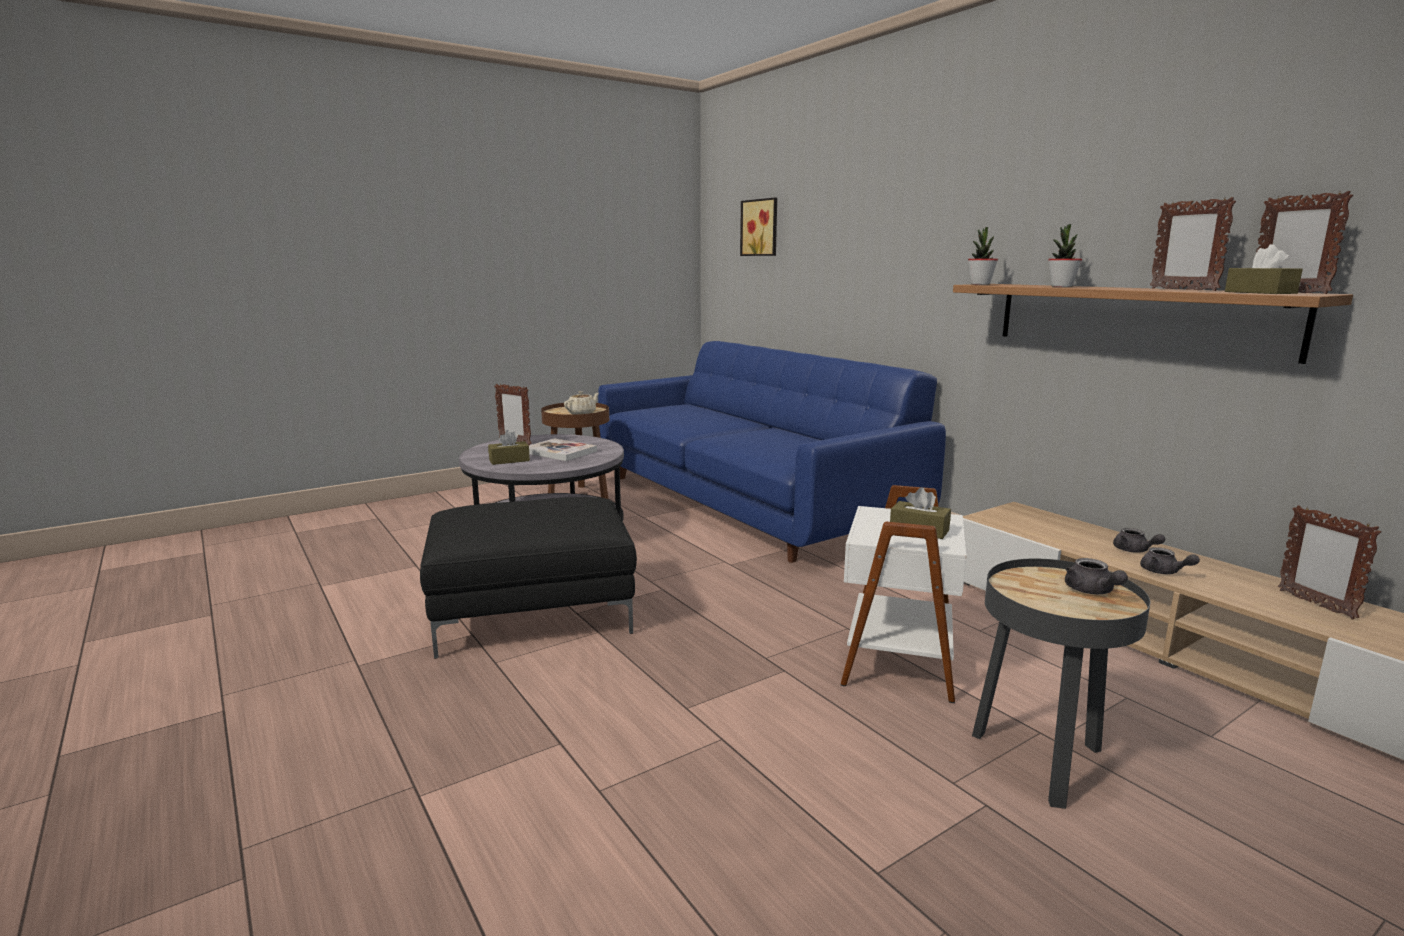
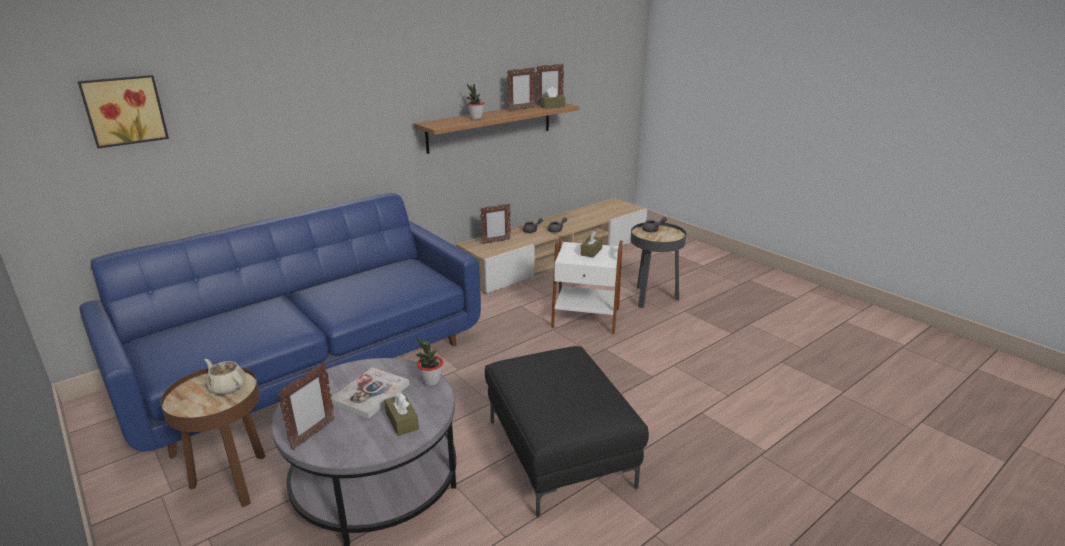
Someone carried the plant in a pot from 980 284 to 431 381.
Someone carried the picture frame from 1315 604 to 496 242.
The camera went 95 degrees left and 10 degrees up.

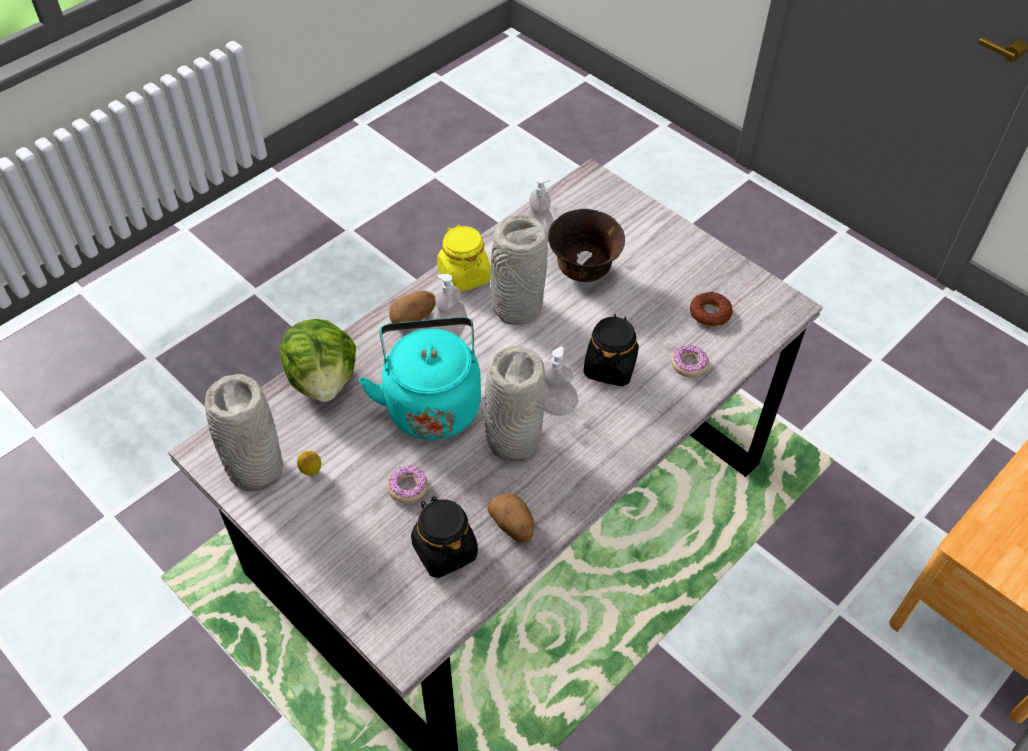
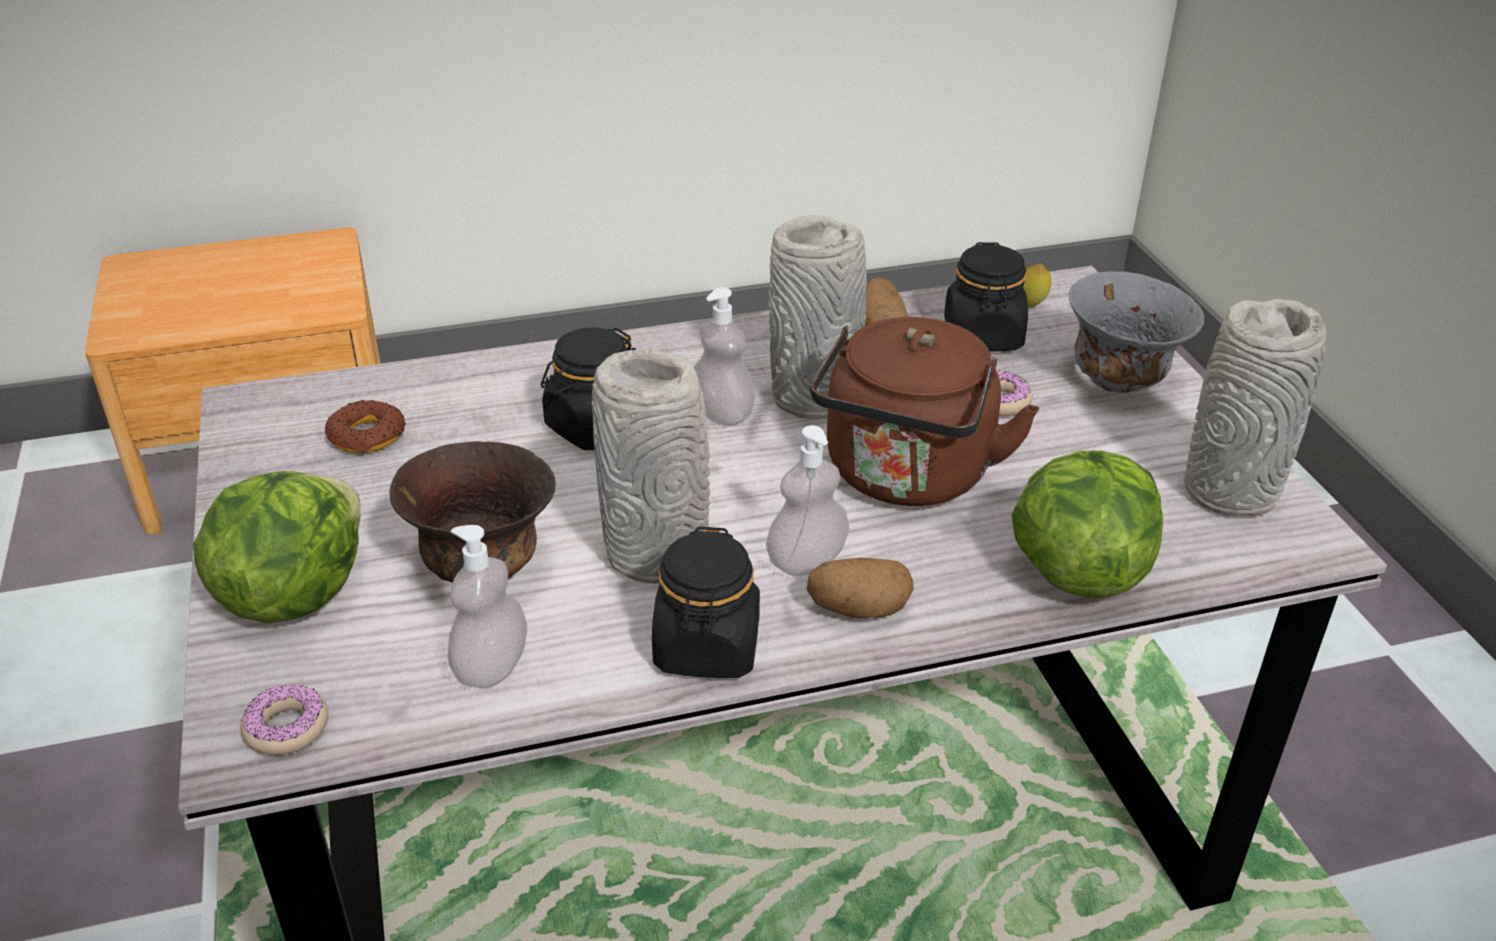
Someone put down the lettuce at 292 593.
Someone put down the grey deep dish at 1120 380.
Someone carried the citrus fruit from 311 472 to 1031 305.
Someone carried the doughnut from 689 364 to 287 728.
Someone repainted the turquoise water kettle at 431 403, which became the brown water kettle at 906 477.
Someone repainted the yellowish jar at 463 275, which became the black-coloured jar at 707 648.
The camera went 150 degrees left and 15 degrees down.

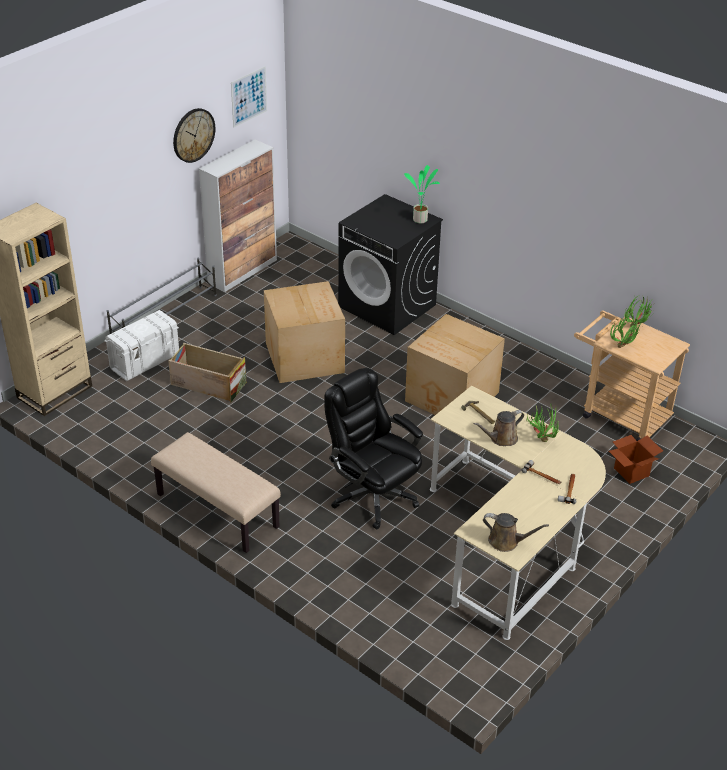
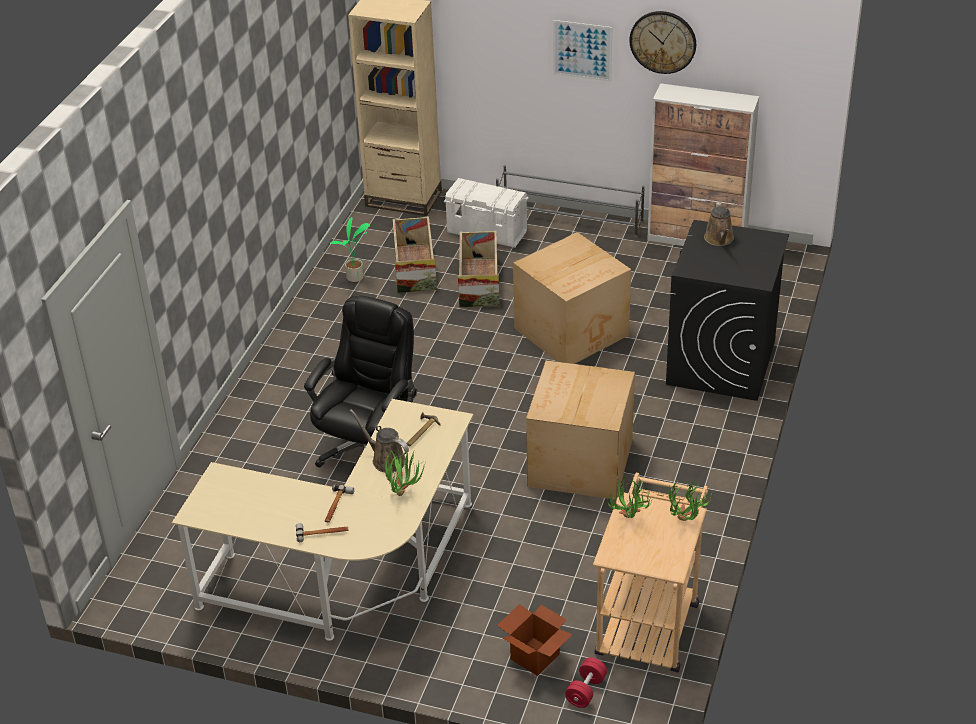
Someone took away the beige-coloured bench at 216 511.
Someone put down the crate at 414 268.
Someone put down the red-coloured free weight at 586 690.
Someone carried the picture from 249 96 to 582 50.
Someone carried the plant in a pot from 421 220 to 355 278.
Someone carried the brown watering pot from 506 541 to 719 239.
The camera went 70 degrees right and 0 degrees up.

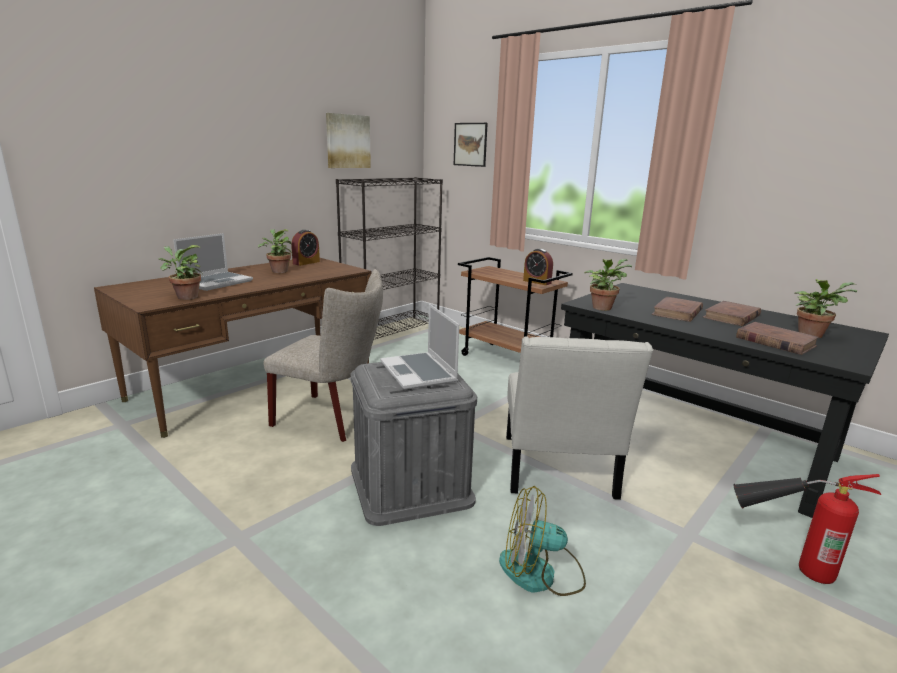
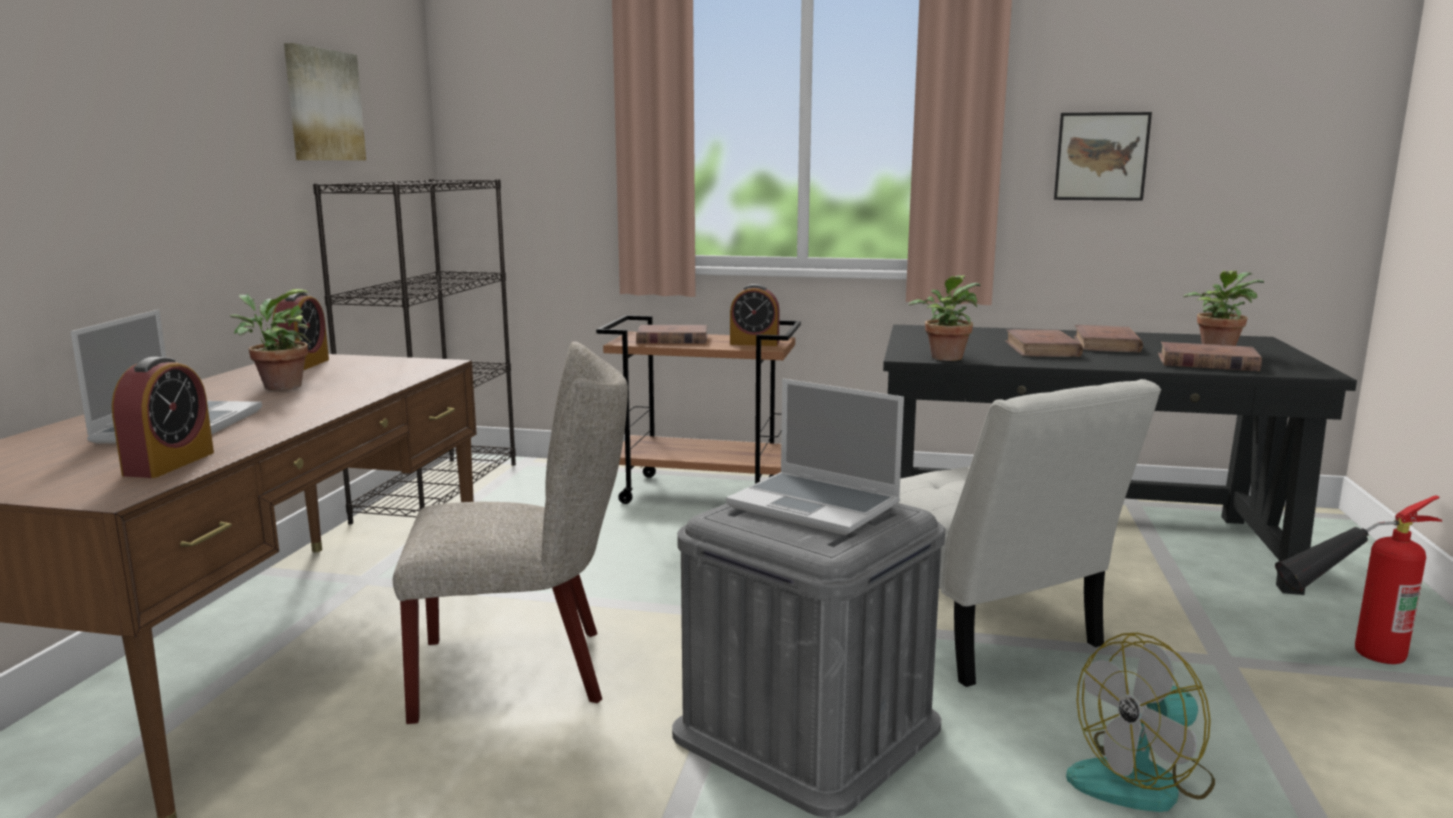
Someone put down the brown book at 672 339.
Someone carried the picture from 470 144 to 1101 156.
Someone swapped the plant in a pot at 185 297 for the bedside clock at 169 463.
The camera went 30 degrees left and 5 degrees down.

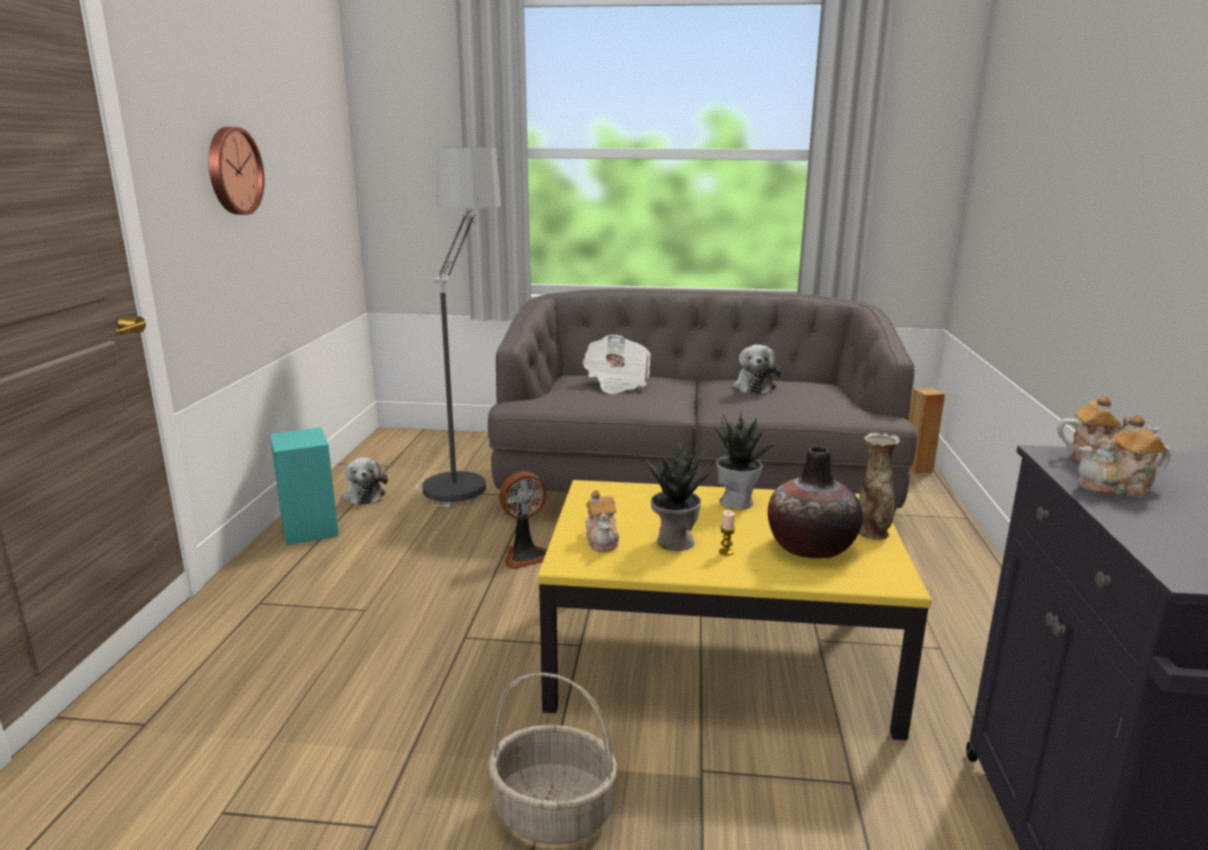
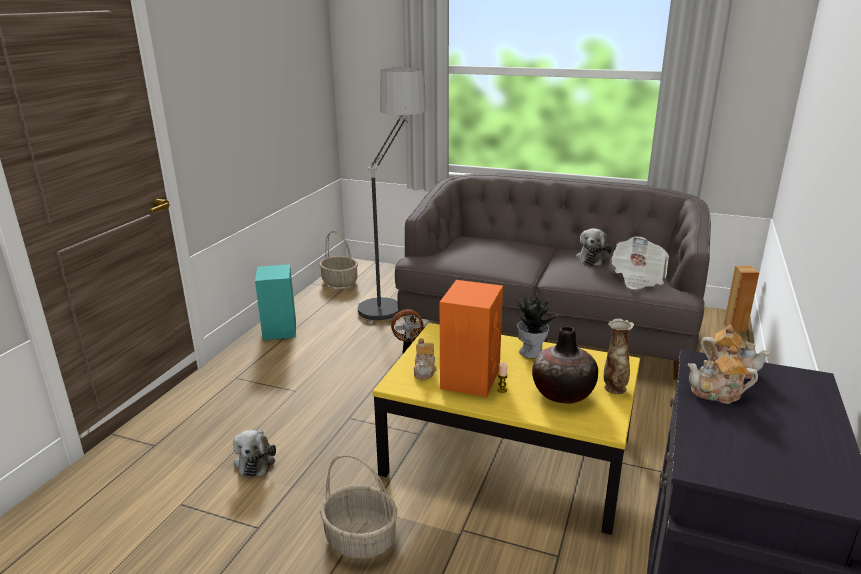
Someone took away the wall clock at 232 171.
Someone put down the storage basket at 340 282.
Someone carried the soft toy from 364 495 to 255 460.
Someone carried the printed paper from 616 383 to 637 278.
Someone swapped the plant in a pot at 673 542 for the orangey loudspeaker at 471 378.
The camera went 15 degrees right and 5 degrees up.

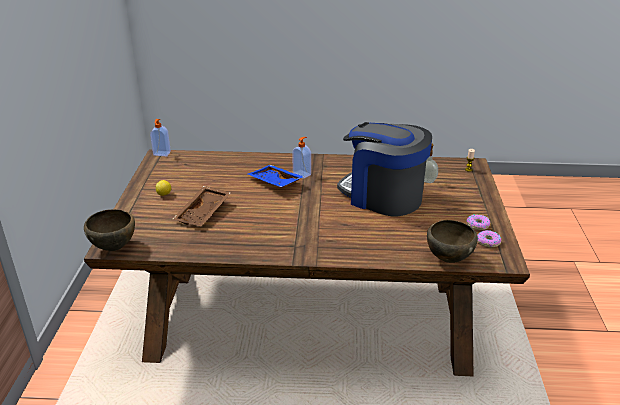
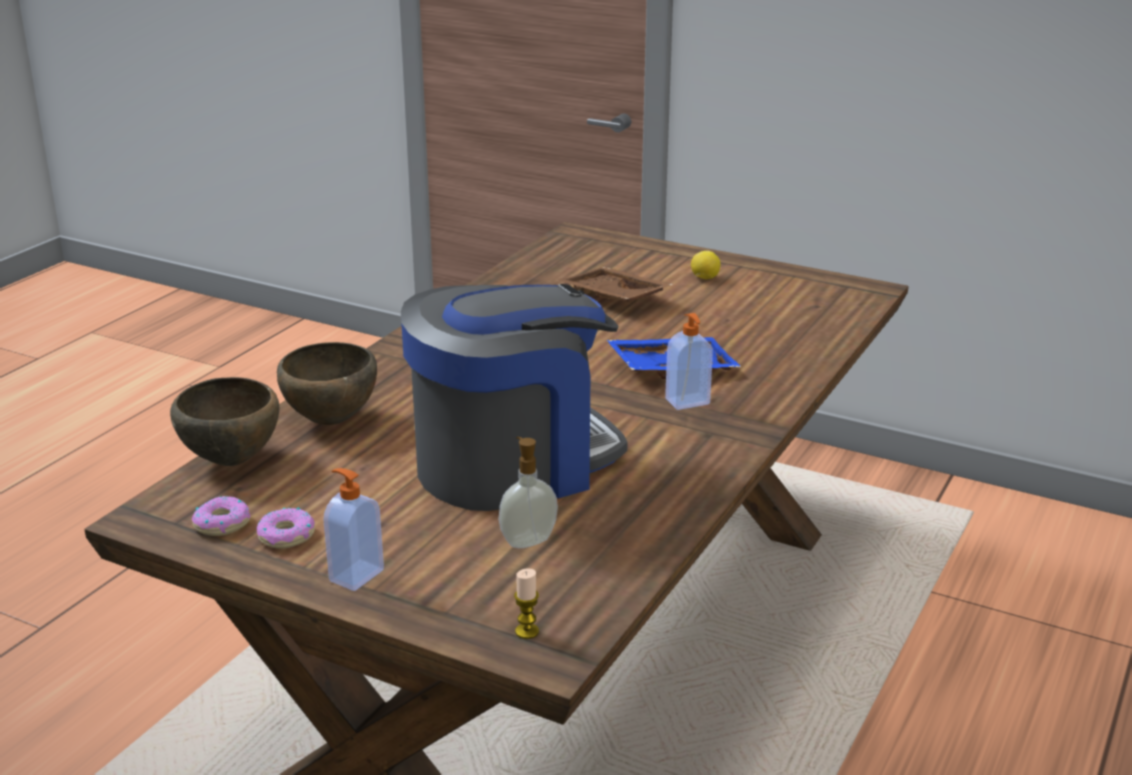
Someone carried the brown deep dish from 114 247 to 331 421.
Someone carried the liquid soap bottle from 161 154 to 355 575.
The camera went 115 degrees right and 5 degrees down.

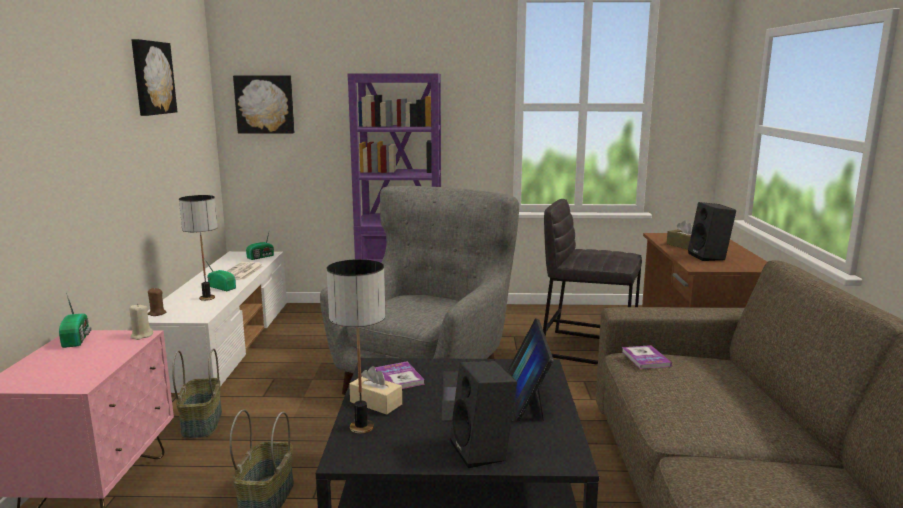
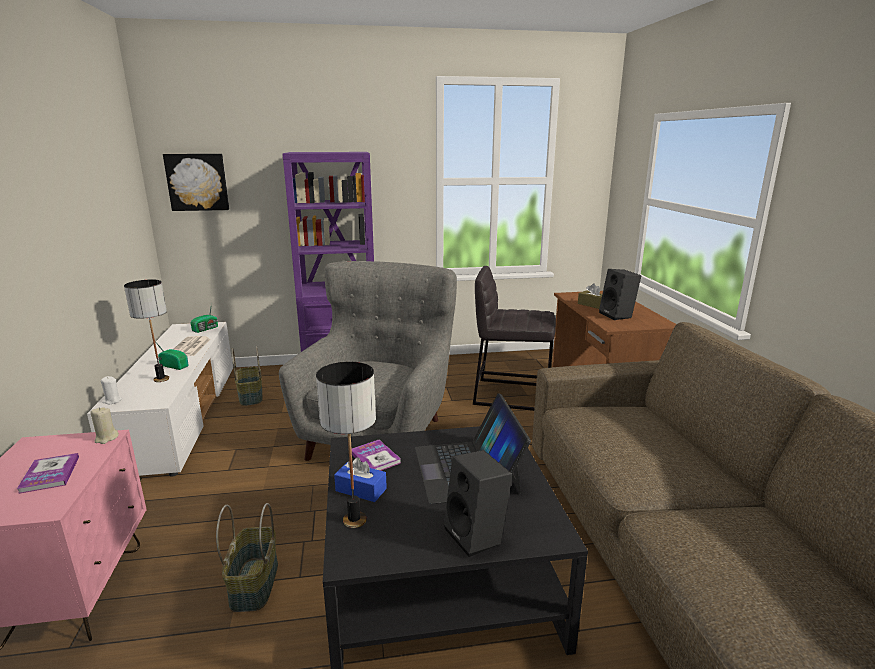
Someone took away the radio receiver at 77 339.
Someone took away the picture at 152 78.
Someone carried the storage basket from 201 423 to 250 396.
Someone carried the book from 645 358 to 50 474.
Someone repainted the brown wax light at 157 313, which became the white-coloured wax light at 112 401.
Someone repainted the beige-coloured tissue box at 376 403, which became the bluish tissue box at 361 490.
The camera went 10 degrees left and 5 degrees up.

